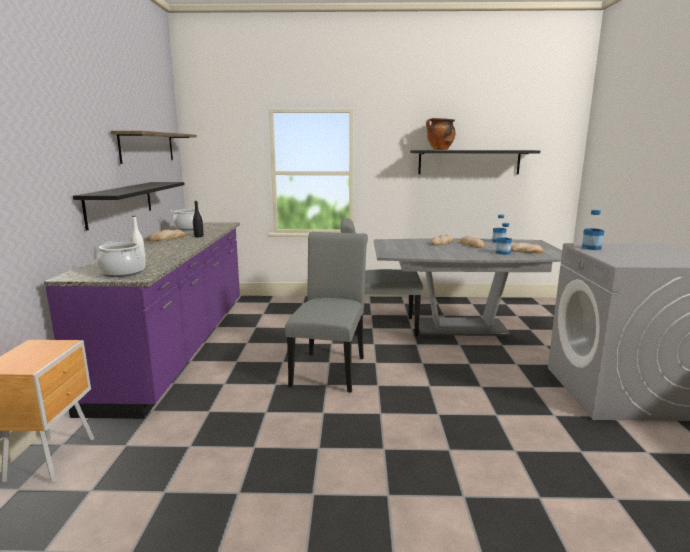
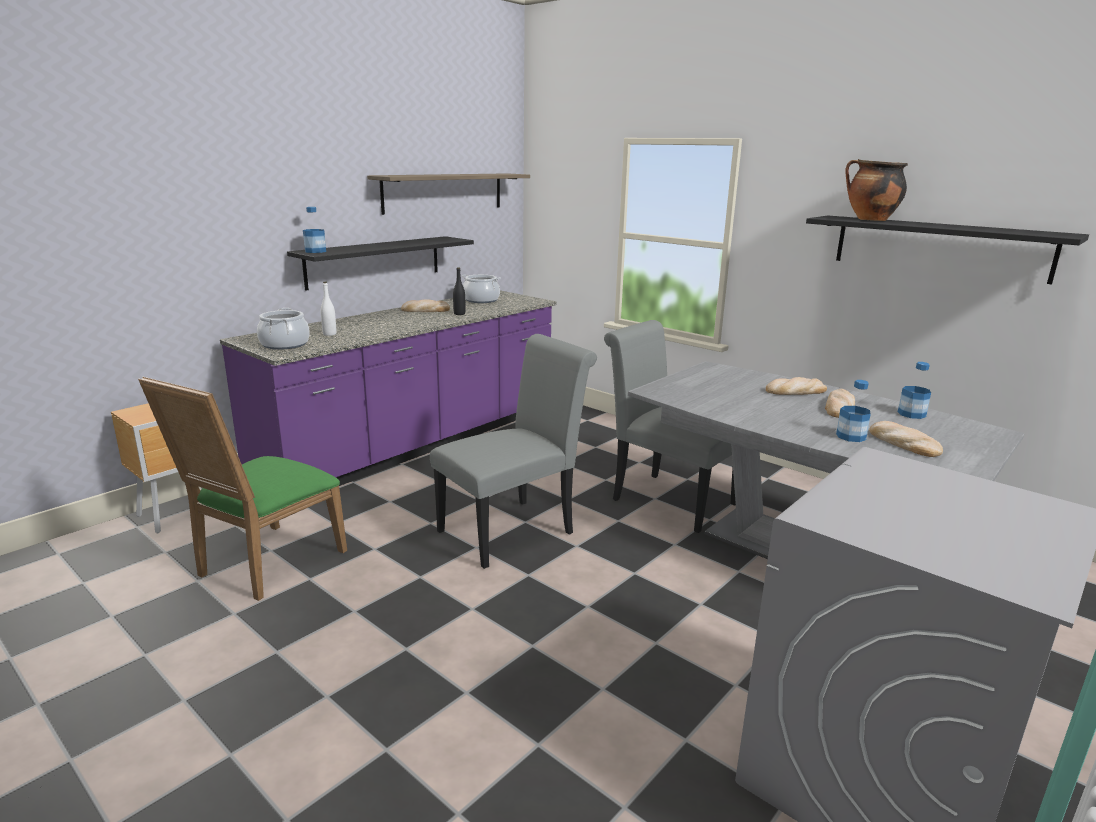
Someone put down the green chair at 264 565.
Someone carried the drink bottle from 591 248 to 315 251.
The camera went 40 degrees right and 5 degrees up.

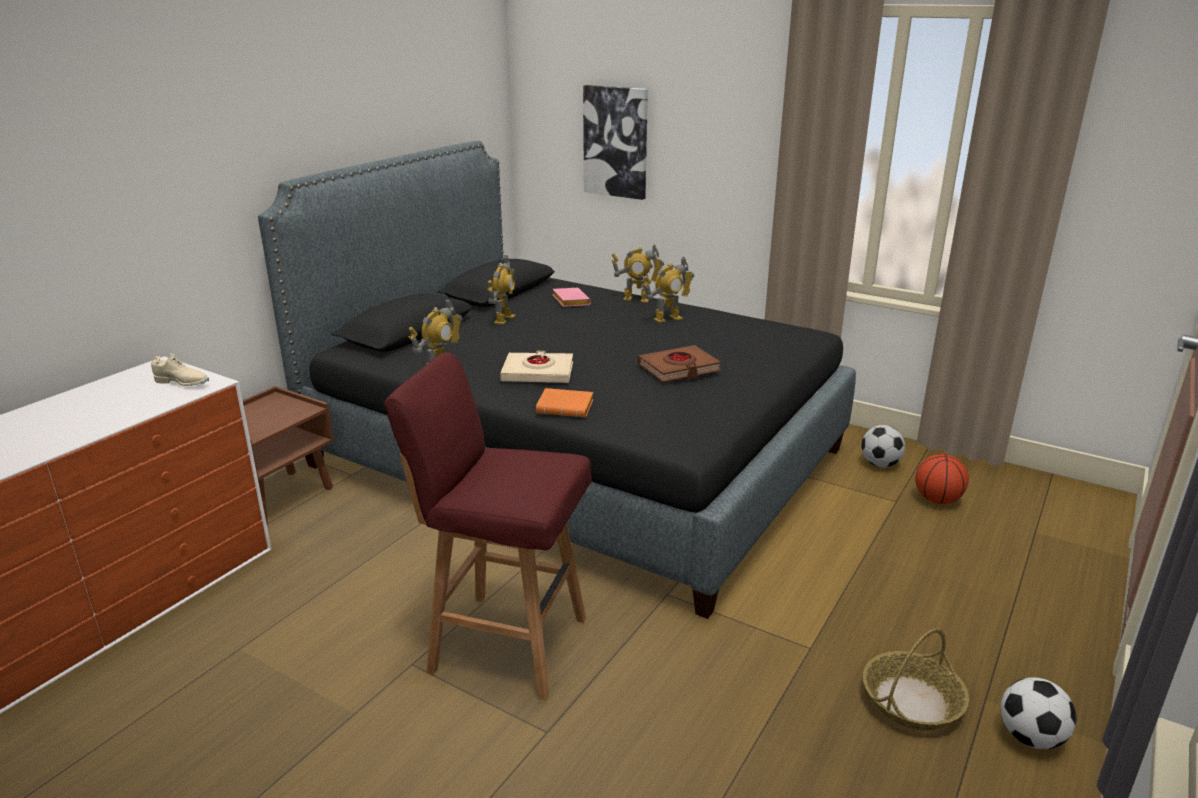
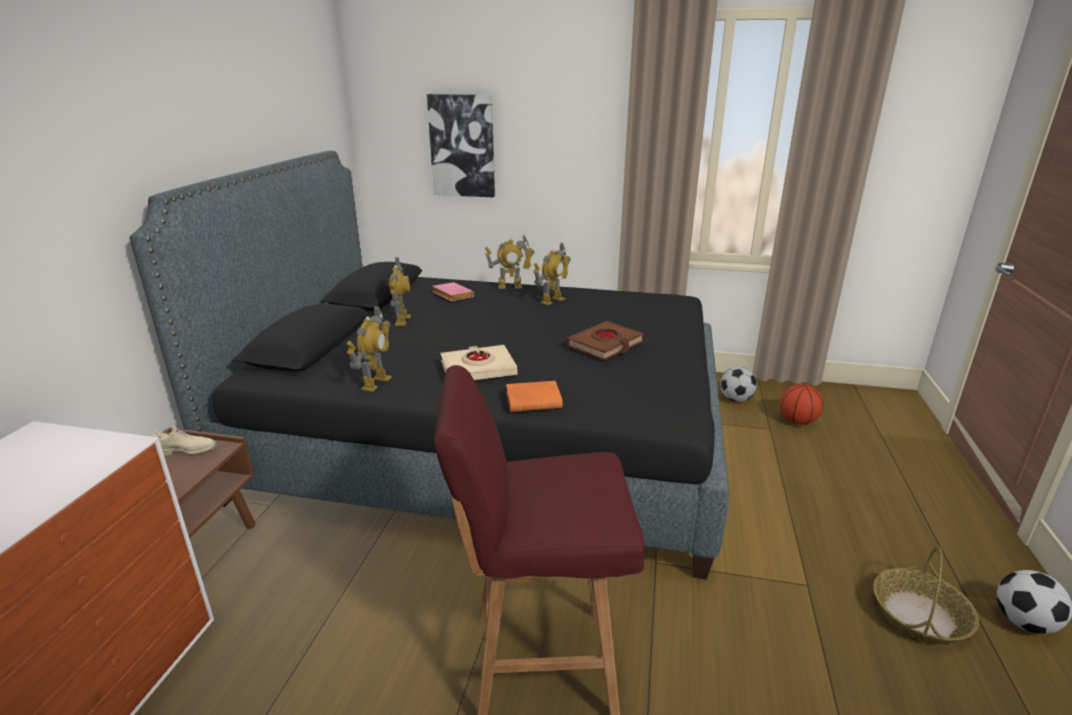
Someone carried the beige-coloured item of footwear from 182 383 to 187 451.
The camera went 20 degrees left and 0 degrees up.

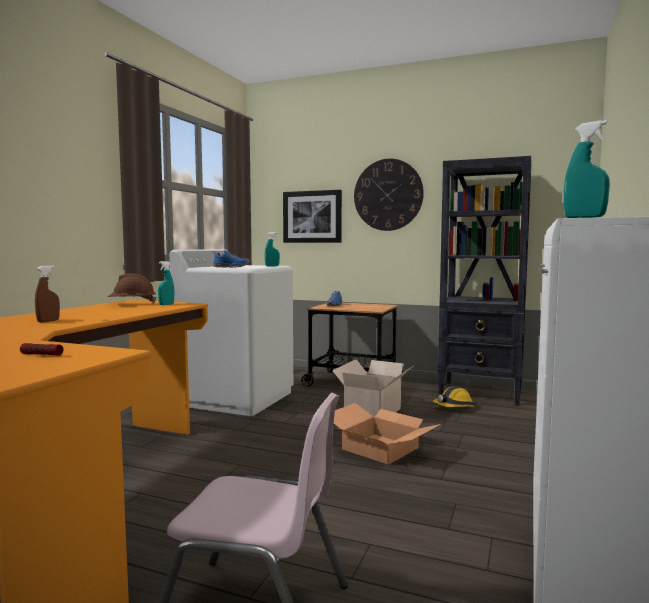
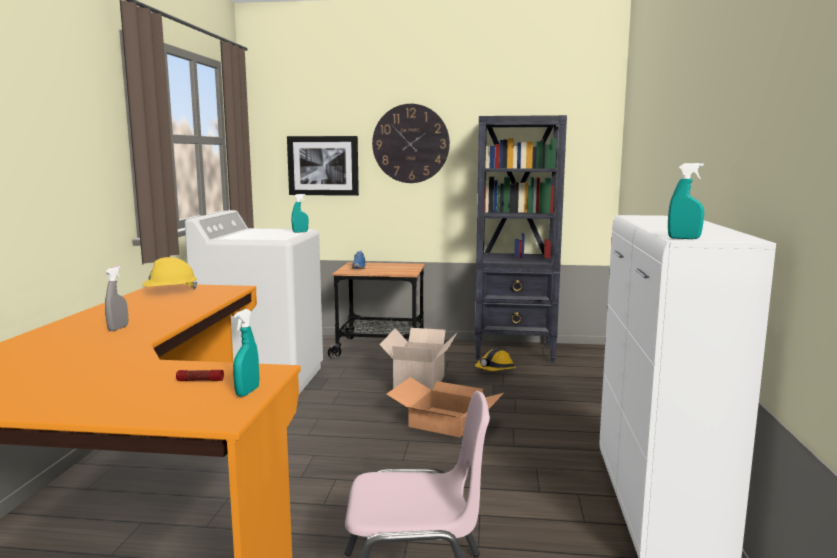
Someone took away the bluish item of footwear at 231 267.
Someone carried the turquoise sprayer from 166 304 to 247 392.
Someone repainted the brown sprayer at 48 321, which became the grey sprayer at 118 328.
Someone repainted the brown safety helmet at 132 304, which became the yellowish safety helmet at 170 292.
The camera went 15 degrees left and 5 degrees up.

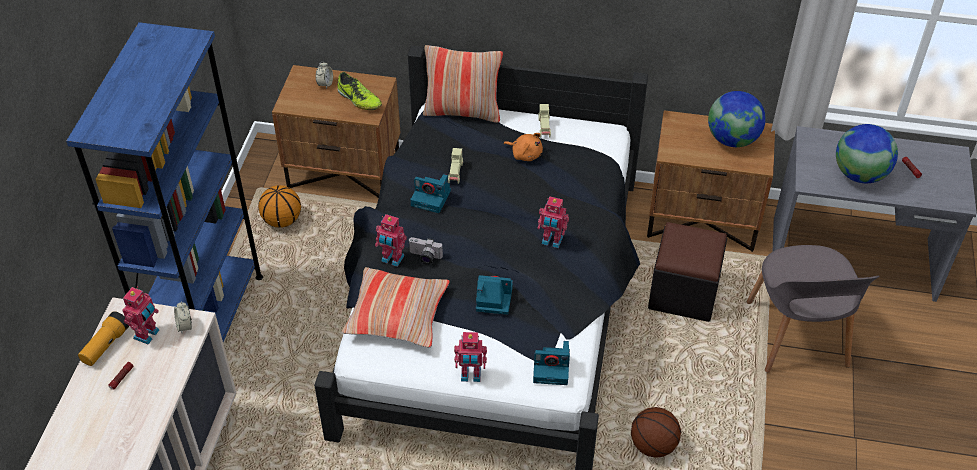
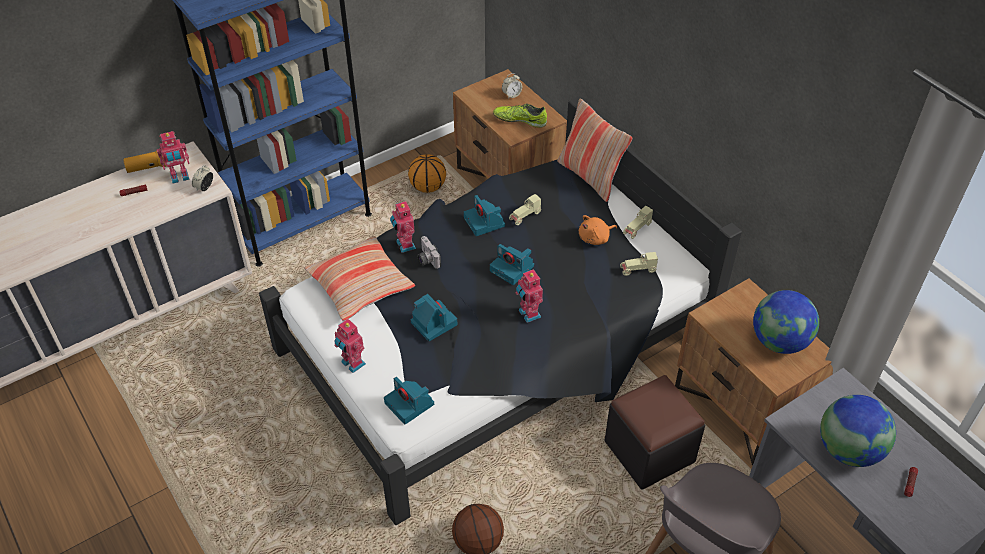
Someone put down the photo camera at 513 268.
Someone put down the beige-coloured toy car at 637 270.
Someone rotated the item of footwear at 359 100 by 105 degrees clockwise.
Someone rotated the orangey soft toy at 525 154 by 75 degrees clockwise.
The camera went 45 degrees right and 0 degrees up.

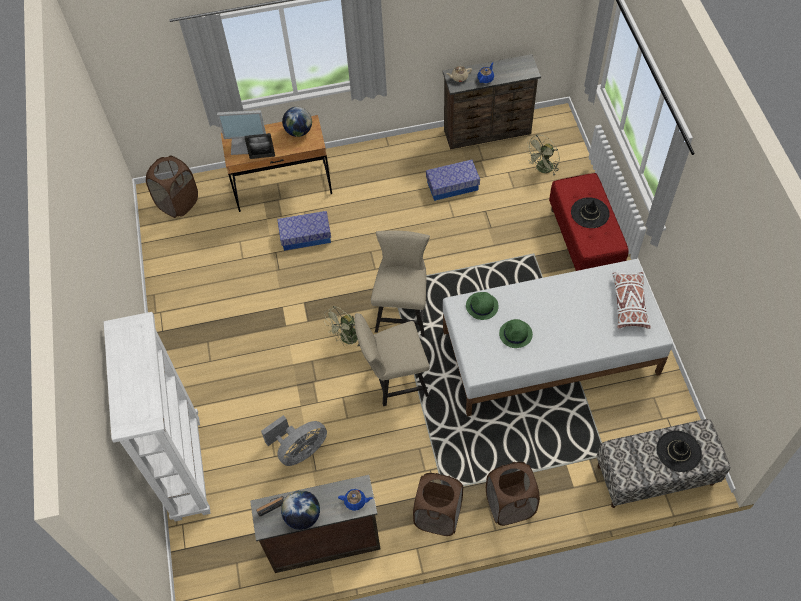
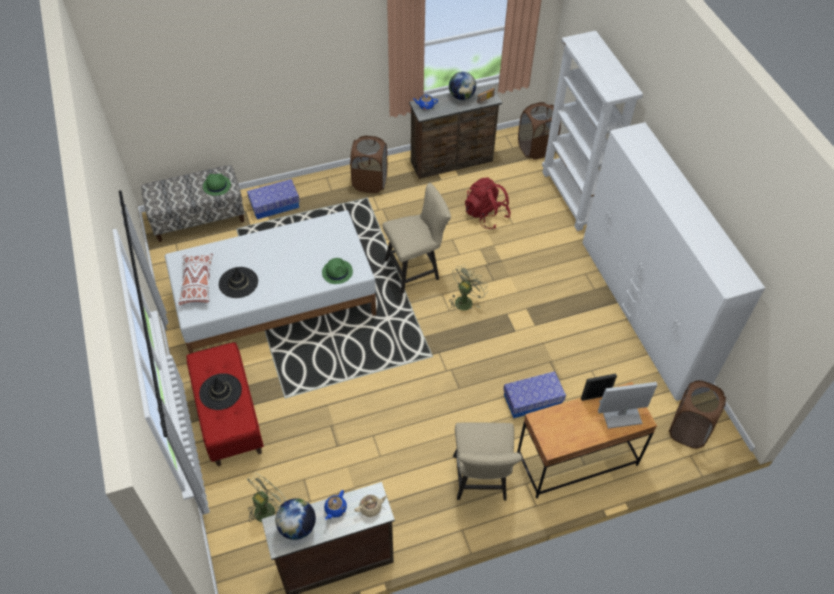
Someone put down the white-coloured clothes cupboard at 641 312.
Someone carried the world globe from 299 131 to 297 526.
Someone carried the beige-coloured chair from 402 311 to 481 482.
Someone carried the storage container from 452 186 to 274 205.
Someone carried the brown washing basket from 509 505 to 536 148.
Someone carried the green wearable hat from 516 334 to 216 185.
Someone carried the black-coloured wearable hat from 678 451 to 238 282.
Someone swapped the grey fan at 299 450 for the red-coloured rucksack at 486 215.
The camera went 170 degrees right and 5 degrees down.

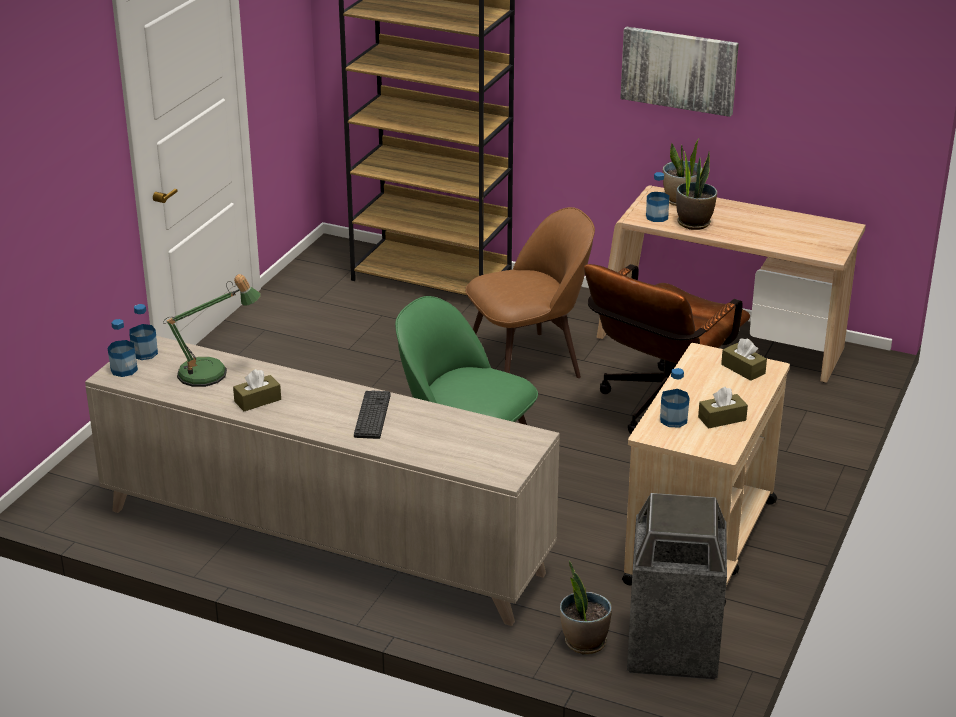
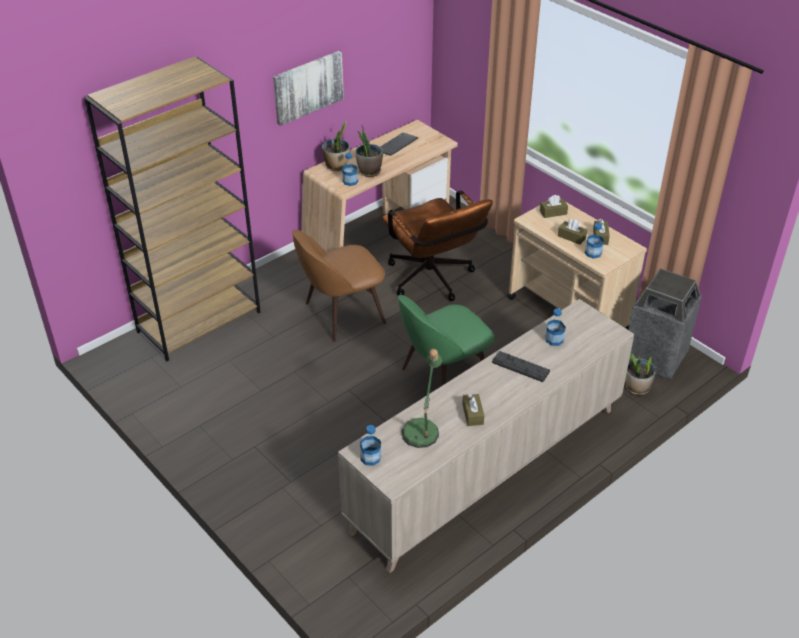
Someone put down the computer keyboard at 397 146.
Someone put down the brown tissue box at 571 237.
Someone carried the drink bottle from 124 370 to 554 339.
Someone rotated the brown chair at 528 362 by 120 degrees counterclockwise.
The camera went 65 degrees left and 10 degrees up.

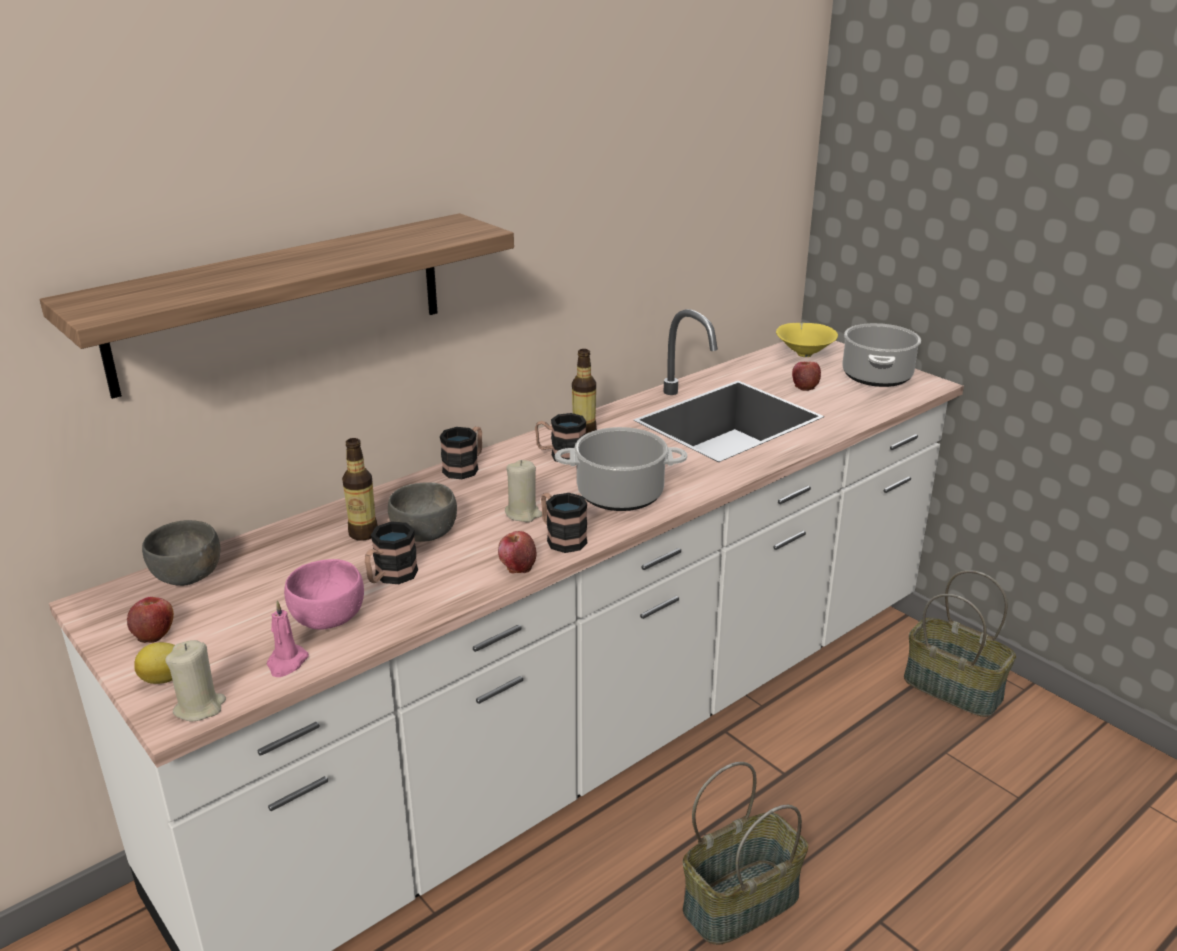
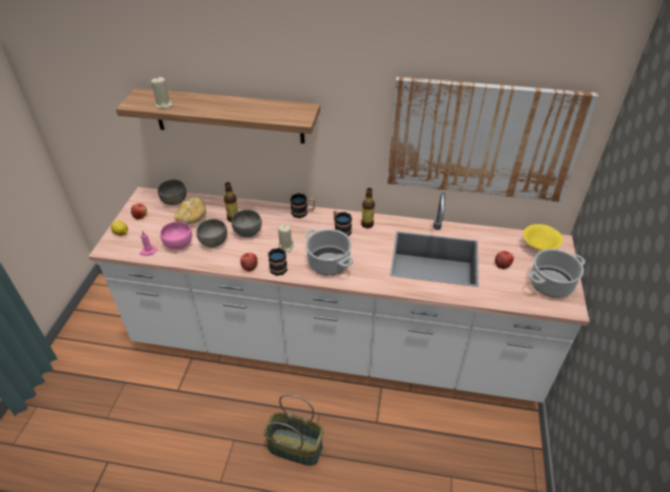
Someone took away the storage basket at 954 688.
Someone put down the baked bread at 192 218.
Someone put up the picture at 482 140.
Someone carried the beige-coloured wax light from 200 707 to 164 104.
Someone swapped the coffee mug at 390 577 for the grey deep dish at 213 242.
The camera went 50 degrees right and 15 degrees up.

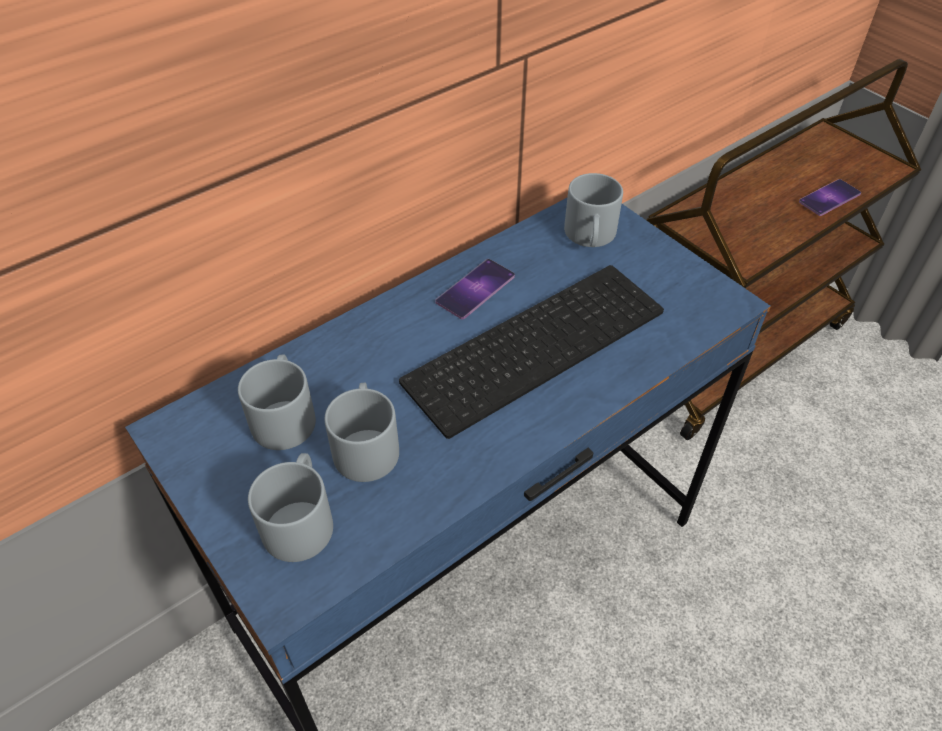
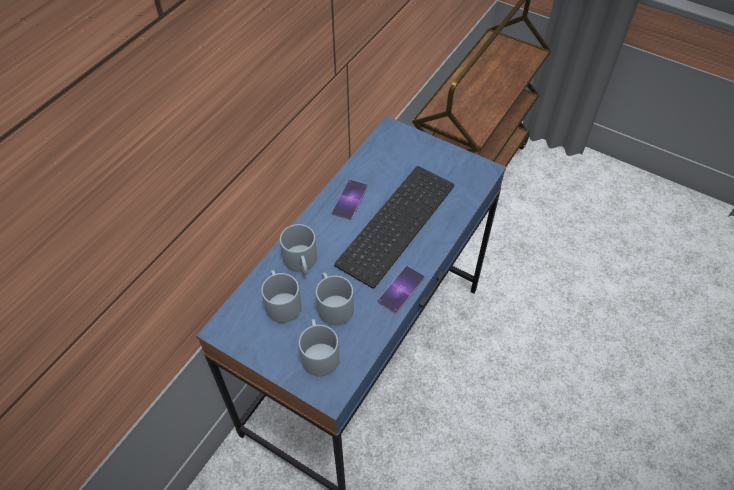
Someone carried the grey coffee mug from 591 237 to 302 262.
Someone carried the phone from 829 198 to 401 289.
The camera went 20 degrees left and 5 degrees up.

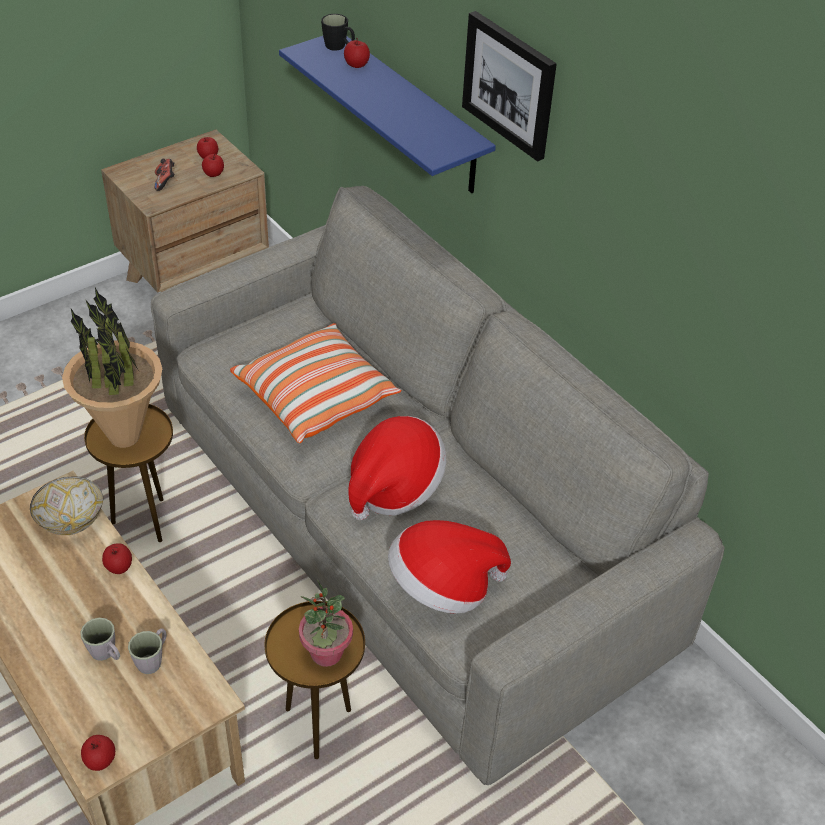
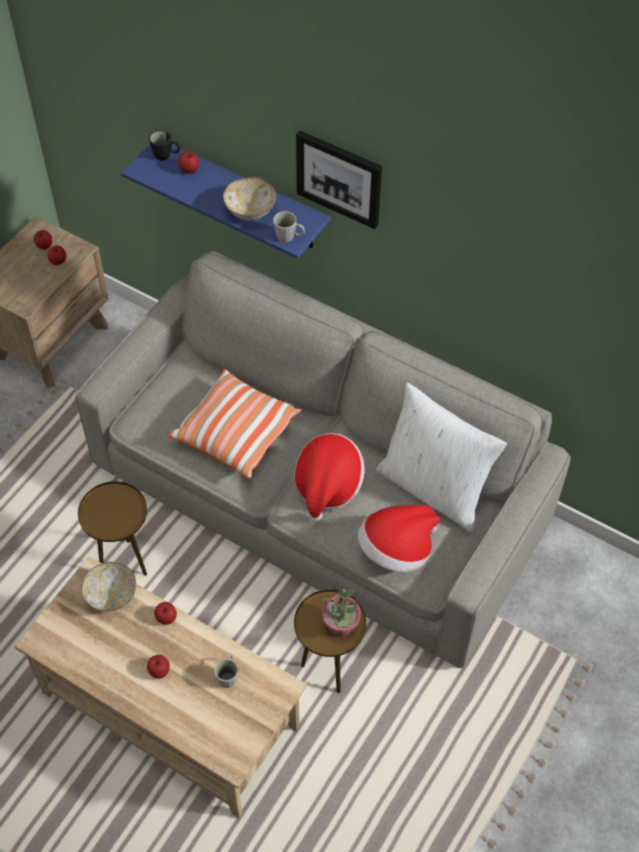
Someone took away the plant in a pot at 125 437.
Someone took away the joypad at 165 182.
Someone put down the deep dish at 251 211.
Someone put down the white-coloured pillow at 433 488.
Someone carried the grey coffee mug from 106 654 to 289 237.
Someone carried the apple from 100 760 to 159 671.
The camera went 20 degrees left and 10 degrees up.

